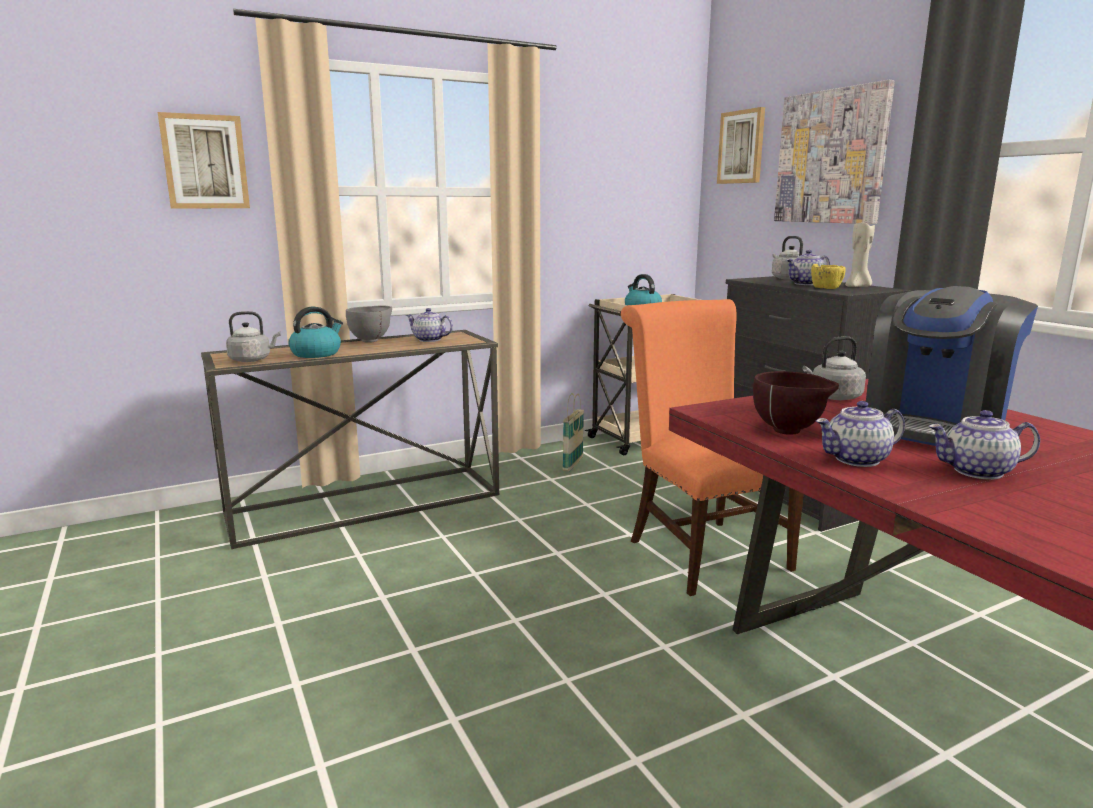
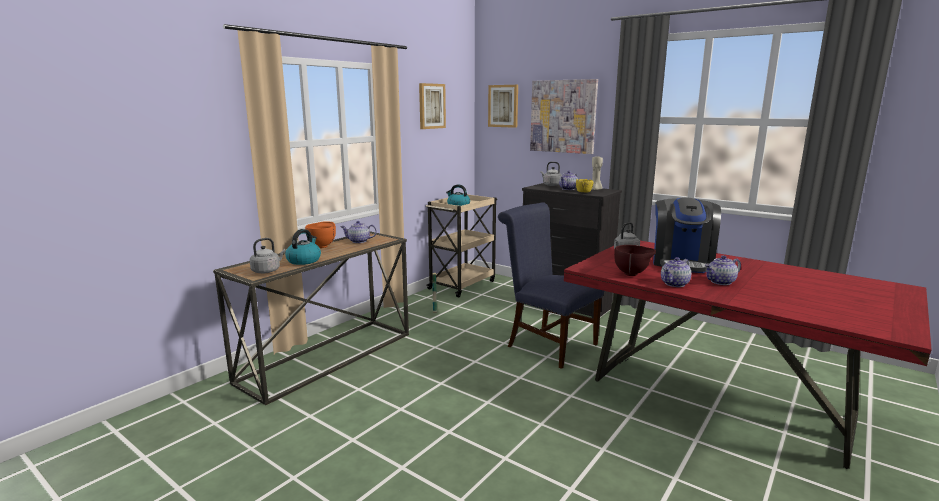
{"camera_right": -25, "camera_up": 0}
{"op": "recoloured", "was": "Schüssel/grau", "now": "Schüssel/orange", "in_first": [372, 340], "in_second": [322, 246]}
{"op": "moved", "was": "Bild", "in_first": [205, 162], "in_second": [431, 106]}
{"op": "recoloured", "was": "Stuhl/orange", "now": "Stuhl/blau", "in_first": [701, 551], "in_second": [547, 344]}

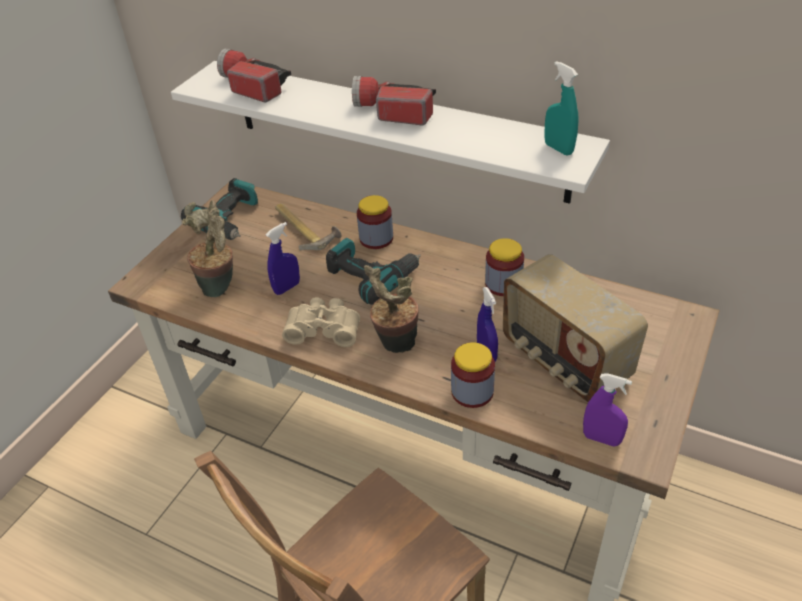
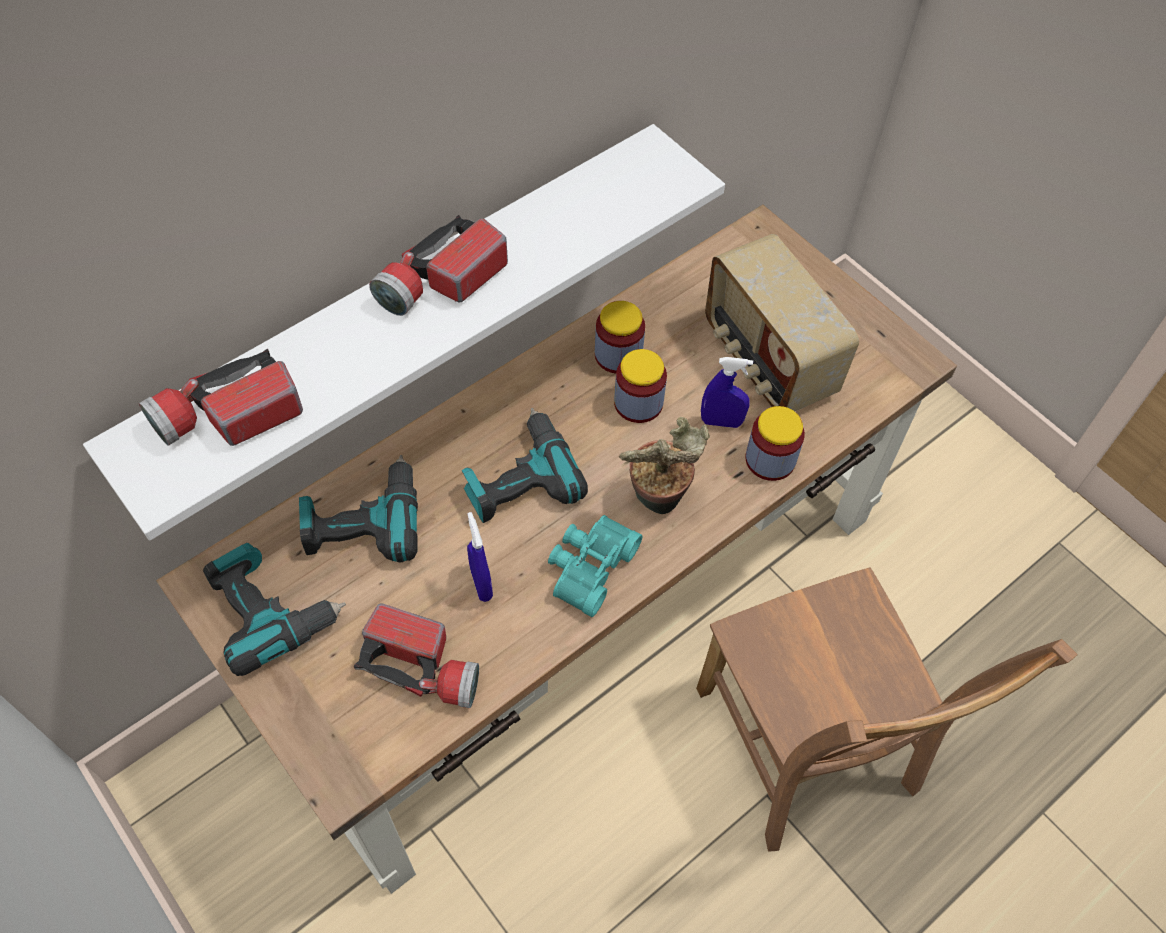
{"camera_right": -70, "camera_up": 15}
{"op": "replaced", "was": "Hammer", "now": "Bohrmaschine", "in_first": [304, 229], "in_second": [363, 520]}
{"op": "replaced", "was": "Topfpflanze", "now": "Taschenlampe", "in_first": [220, 286], "in_second": [423, 667]}
{"op": "recoloured", "was": "Fernglas/beige", "now": "Fernglas/türkis", "in_first": [324, 328], "in_second": [588, 567]}
{"op": "moved", "was": "Vorratsglas", "in_first": [376, 238], "in_second": [638, 403]}
{"op": "turned", "was": "Radio", "in_first": [563, 361], "in_second": [766, 360], "clockwise": 75}
{"op": "removed", "was": "Sprühflasche/türkis", "in_first": [558, 149]}
{"op": "removed", "was": "Sprühflasche/lila", "in_first": [601, 439]}

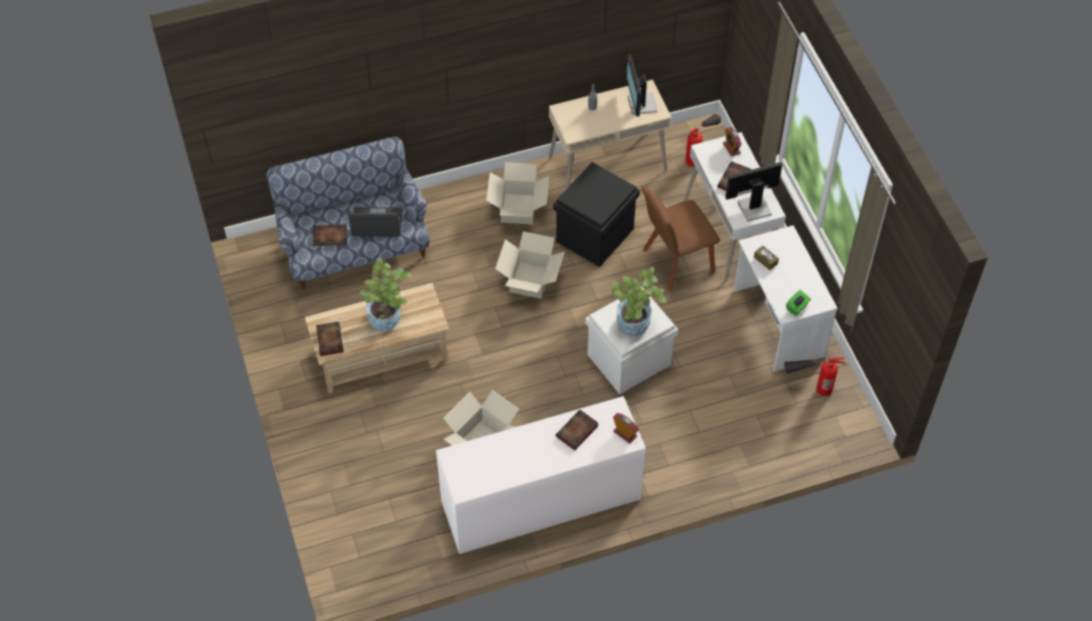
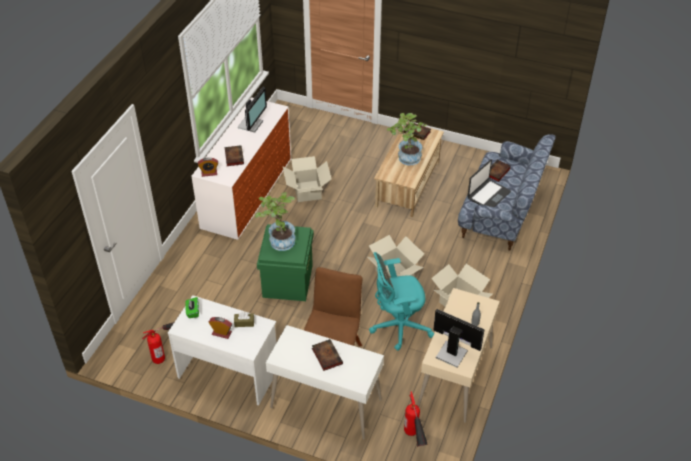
{"camera_right": 130, "camera_up": -10}
{"op": "moved", "was": "Wecker", "in_first": [731, 148], "in_second": [221, 333]}
{"op": "moved", "was": "Monitor", "in_first": [753, 207], "in_second": [251, 124]}
{"op": "recoloured", "was": "Aufbewahrungsbox/weiß", "now": "Aufbewahrungsbox/grün", "in_first": [628, 360], "in_second": [287, 280]}
{"op": "replaced", "was": "Aufbewahrungsbox/schwarz", "now": "Bürostuhl/türkis", "in_first": [595, 236], "in_second": [397, 327]}

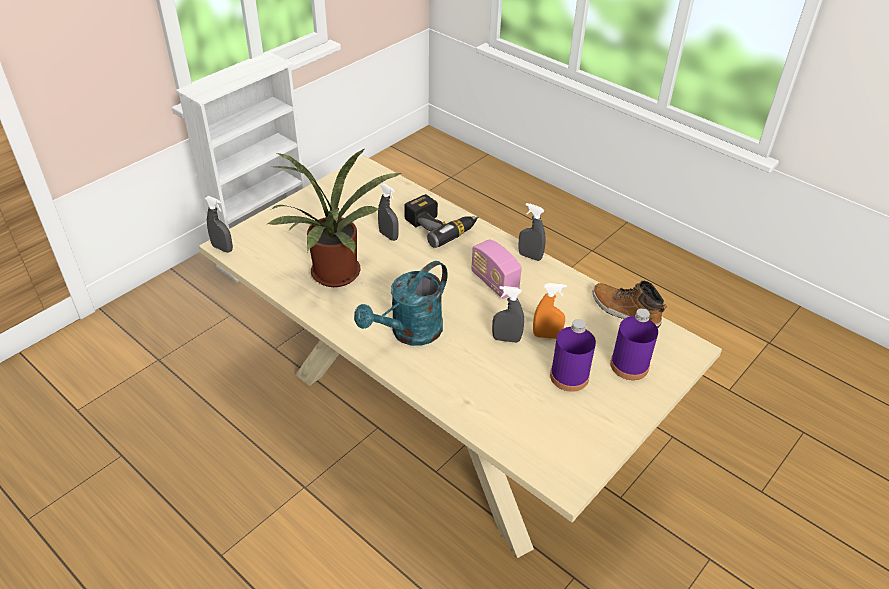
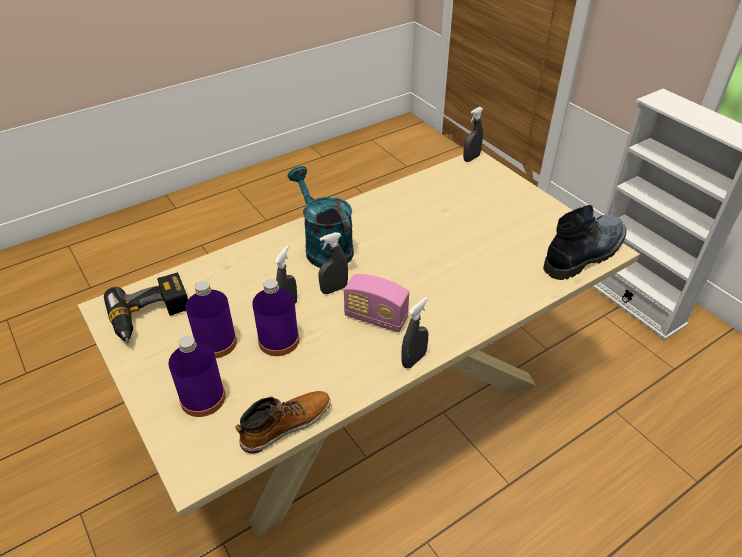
{"camera_right": 105, "camera_up": 0}
{"op": "moved", "was": "Bohrmaschine", "in_first": [440, 226], "in_second": [151, 317]}
{"op": "replaced", "was": "Sprühflasche/orange", "now": "Flasche/lila", "in_first": [546, 335], "in_second": [278, 340]}
{"op": "moved", "was": "Sprühflasche/grau", "in_first": [388, 236], "in_second": [334, 289]}
{"op": "turned", "was": "Radio", "in_first": [494, 282], "in_second": [376, 318], "clockwise": -135}
{"op": "added", "now": "Stiefel", "in_second": [584, 253]}
{"op": "removed", "was": "Topfpflanze", "in_first": [335, 277]}

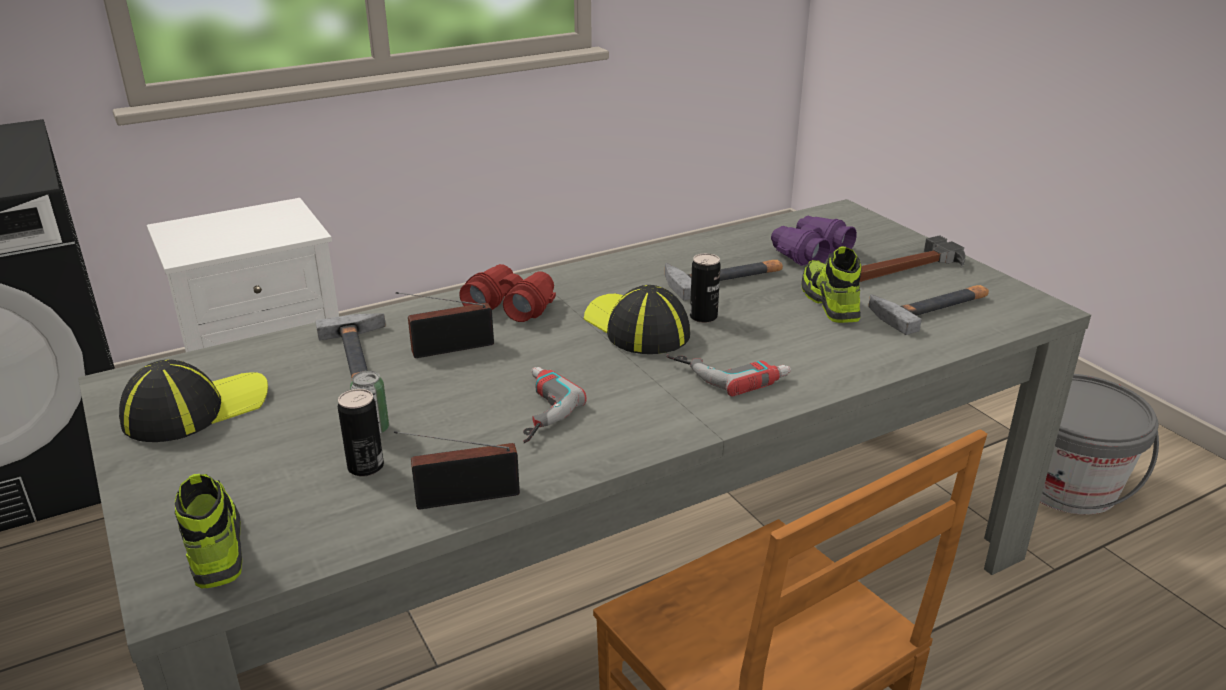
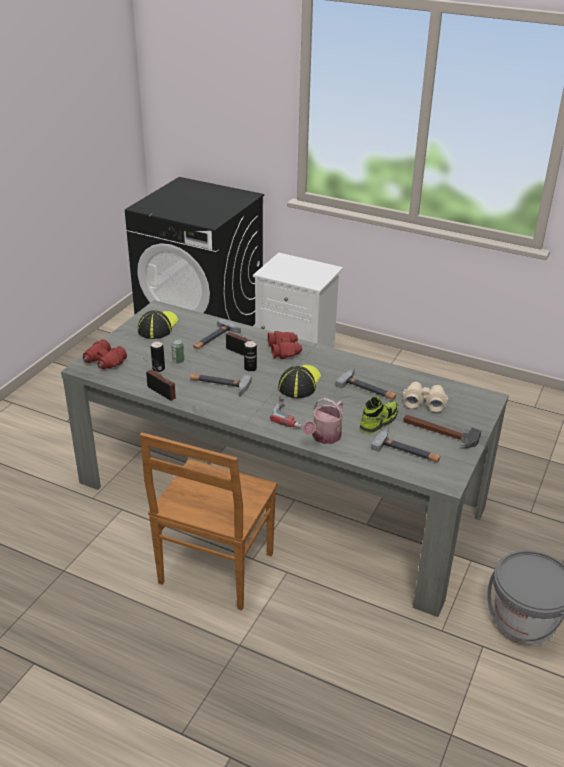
{"camera_right": 55, "camera_up": 5}
{"op": "replaced", "was": "Schuh", "now": "Fernglas/rot", "in_first": [211, 543], "in_second": [104, 362]}
{"op": "turned", "was": "Kappe", "in_first": [195, 409], "in_second": [158, 327], "clockwise": -90}
{"op": "replaced", "was": "Bohrmaschine", "now": "Hammer", "in_first": [532, 410], "in_second": [219, 384]}
{"op": "moved", "was": "Dose", "in_first": [703, 317], "in_second": [250, 368]}
{"op": "added", "now": "Gießkanne", "in_second": [324, 437]}
{"op": "recoloured", "was": "Fernglas/lila", "now": "Fernglas/beige", "in_first": [809, 253], "in_second": [424, 402]}

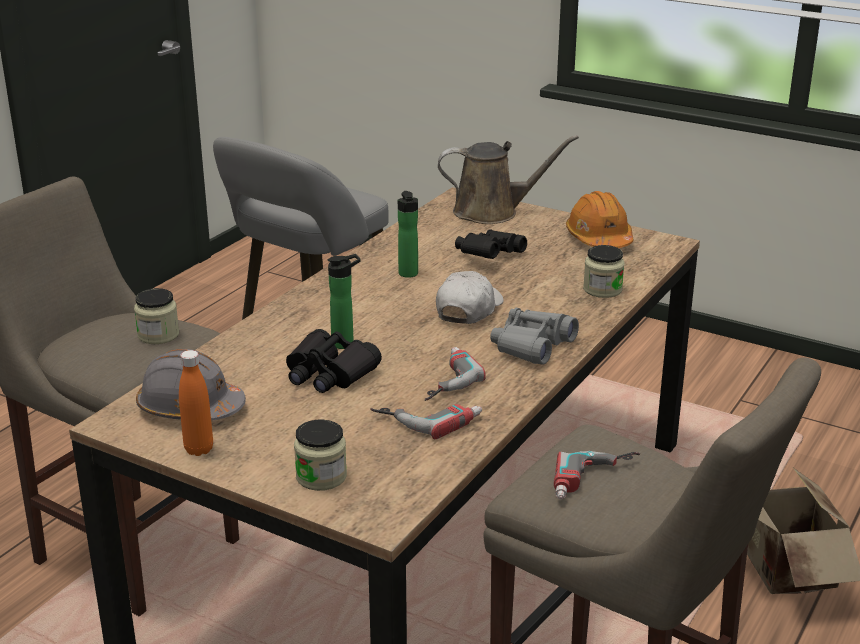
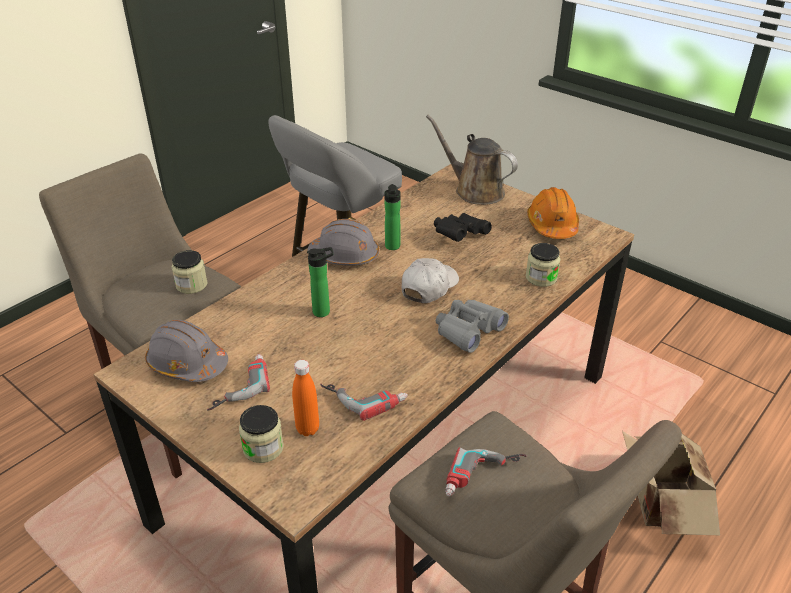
{"camera_right": 10, "camera_up": 10}
{"op": "moved", "was": "Bohrmaschine", "in_first": [442, 379], "in_second": [237, 385]}
{"op": "moved", "was": "Flasche/orange", "in_first": [199, 449], "in_second": [307, 429]}
{"op": "added", "now": "Schutzhelm/grau", "in_second": [344, 256]}
{"op": "turned", "was": "Gießkanne/braun", "in_first": [492, 212], "in_second": [475, 190], "clockwise": -150}
{"op": "removed", "was": "Fernglas/schwarz", "in_first": [329, 373]}

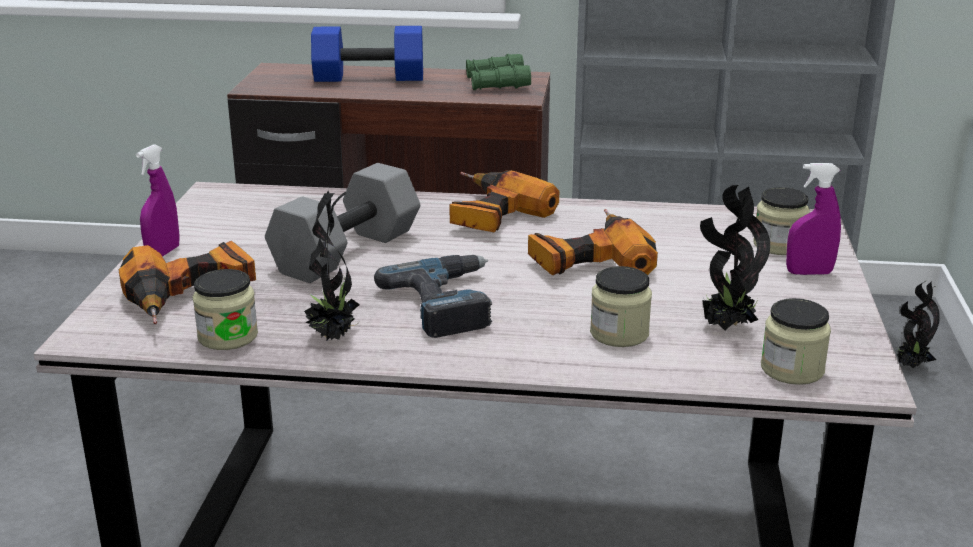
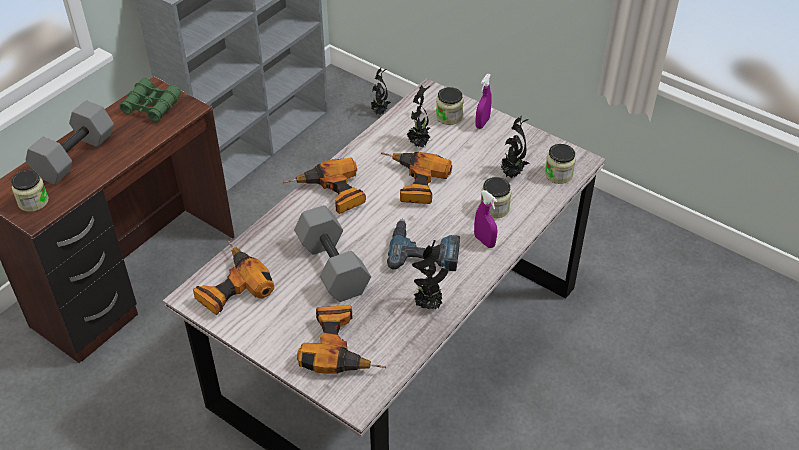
{"camera_right": -60, "camera_up": 20}
{"op": "moved", "was": "Vorratsglas", "in_first": [228, 336], "in_second": [33, 202]}
{"op": "recoloured", "was": "Hantel/blau", "now": "Hantel/grau", "in_first": [370, 77], "in_second": [74, 155]}
{"op": "added", "now": "Bohrmaschine", "in_second": [230, 287]}
{"op": "added", "now": "Topfpflanze", "in_second": [419, 144]}
{"op": "moved", "was": "Sprühflasche/lila", "in_first": [163, 253], "in_second": [484, 241]}

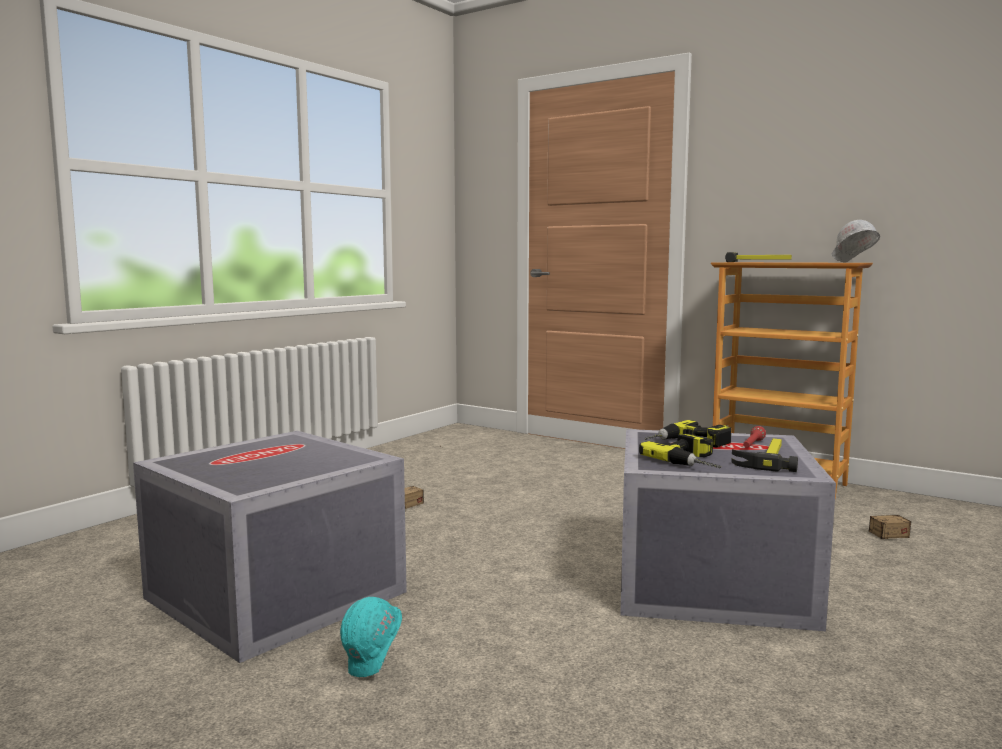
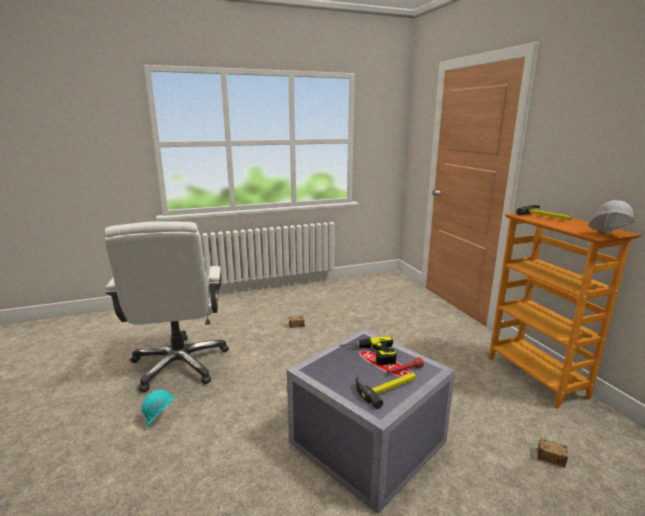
{"camera_right": 35, "camera_up": 10}
{"op": "replaced", "was": "Aufbewahrungsbox/grau", "now": "Bürostuhl/weiß", "in_first": [275, 597], "in_second": [180, 364]}
{"op": "removed", "was": "Bohrmaschine", "in_first": [694, 461]}

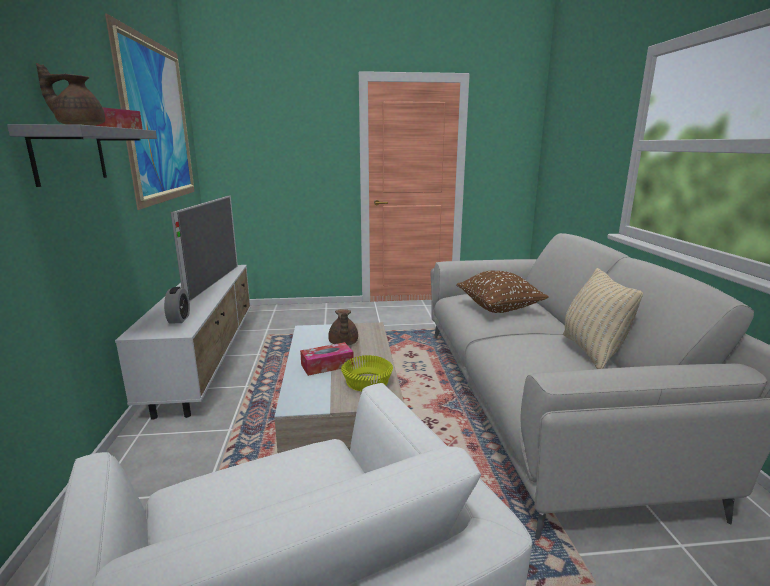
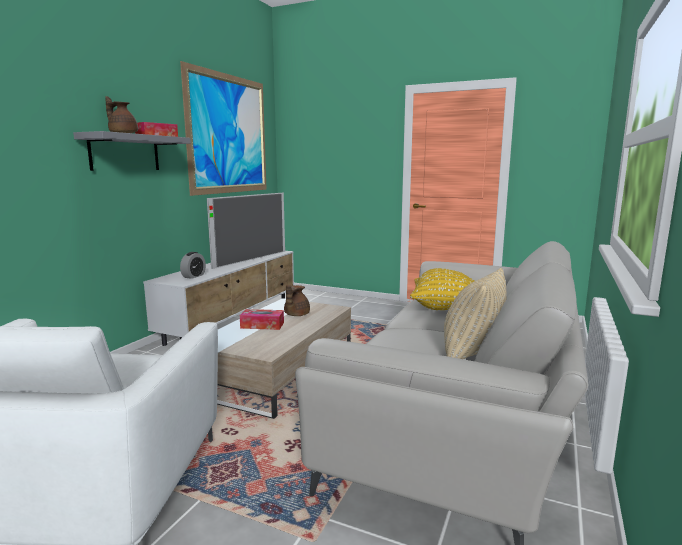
{"camera_right": 30, "camera_up": -5}
{"op": "recoloured", "was": "Kissen/braun", "now": "Kissen/gelb", "in_first": [499, 308], "in_second": [444, 307]}
{"op": "removed", "was": "Schüssel/gelb", "in_first": [367, 383]}

